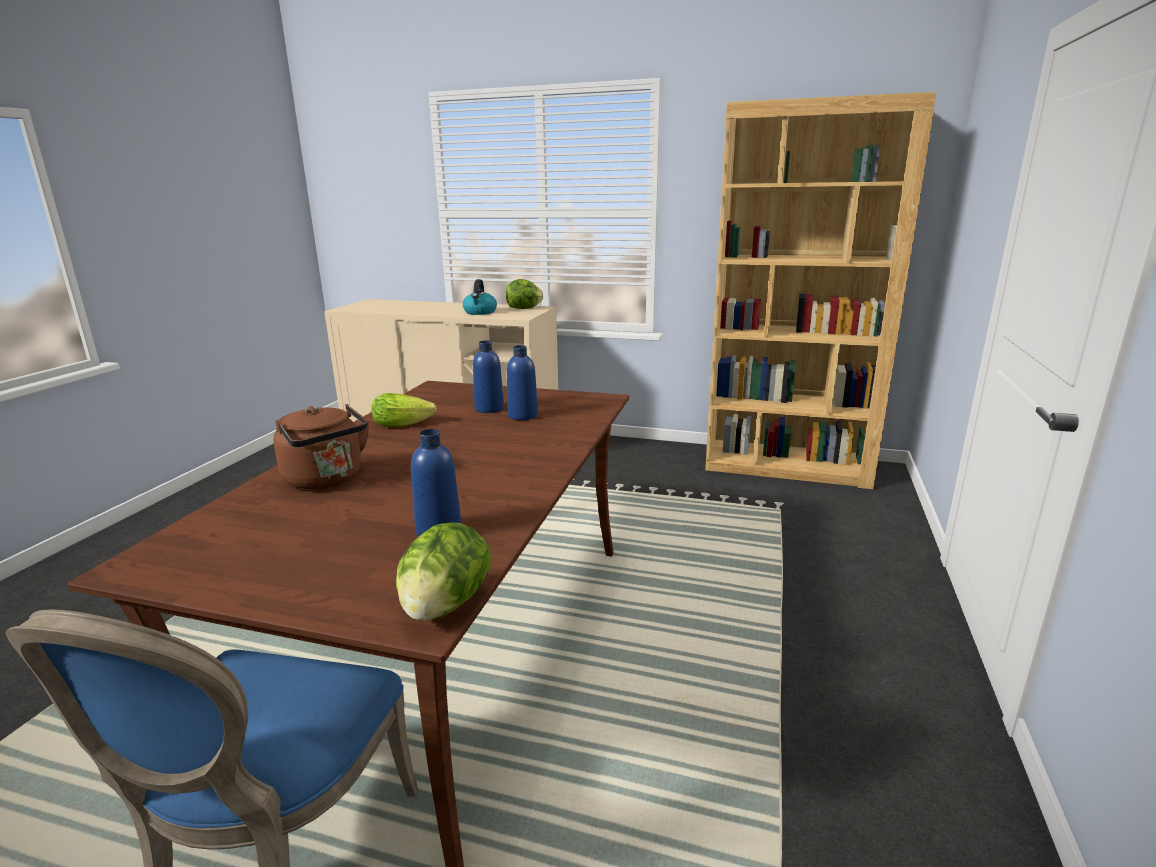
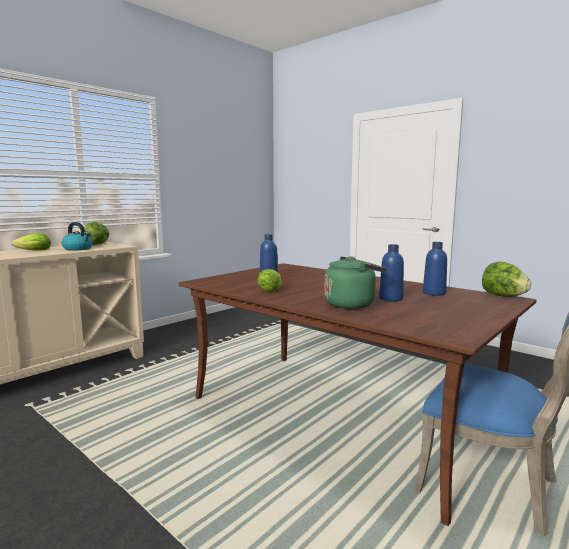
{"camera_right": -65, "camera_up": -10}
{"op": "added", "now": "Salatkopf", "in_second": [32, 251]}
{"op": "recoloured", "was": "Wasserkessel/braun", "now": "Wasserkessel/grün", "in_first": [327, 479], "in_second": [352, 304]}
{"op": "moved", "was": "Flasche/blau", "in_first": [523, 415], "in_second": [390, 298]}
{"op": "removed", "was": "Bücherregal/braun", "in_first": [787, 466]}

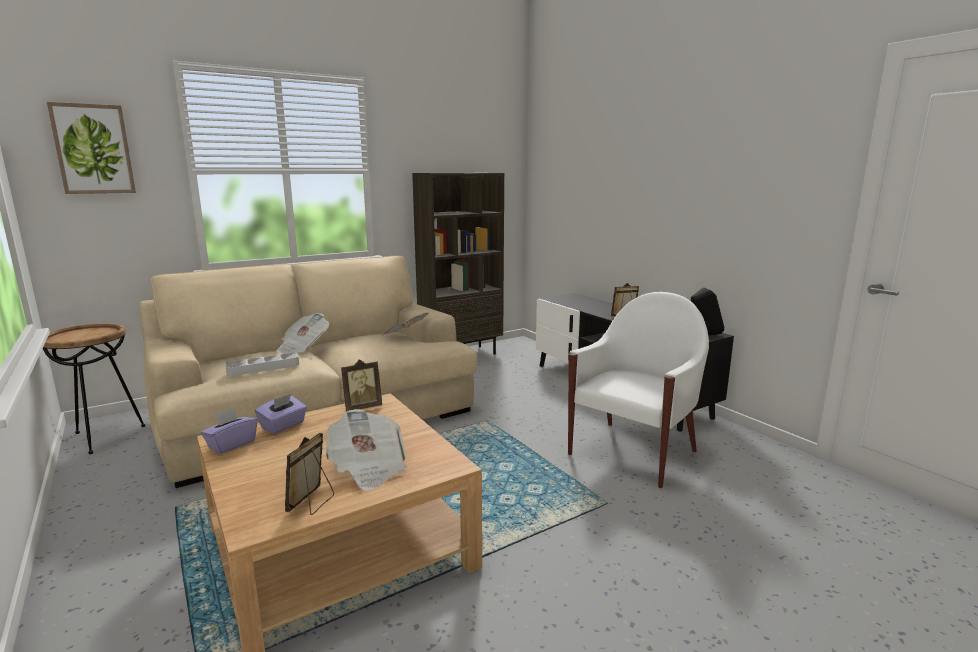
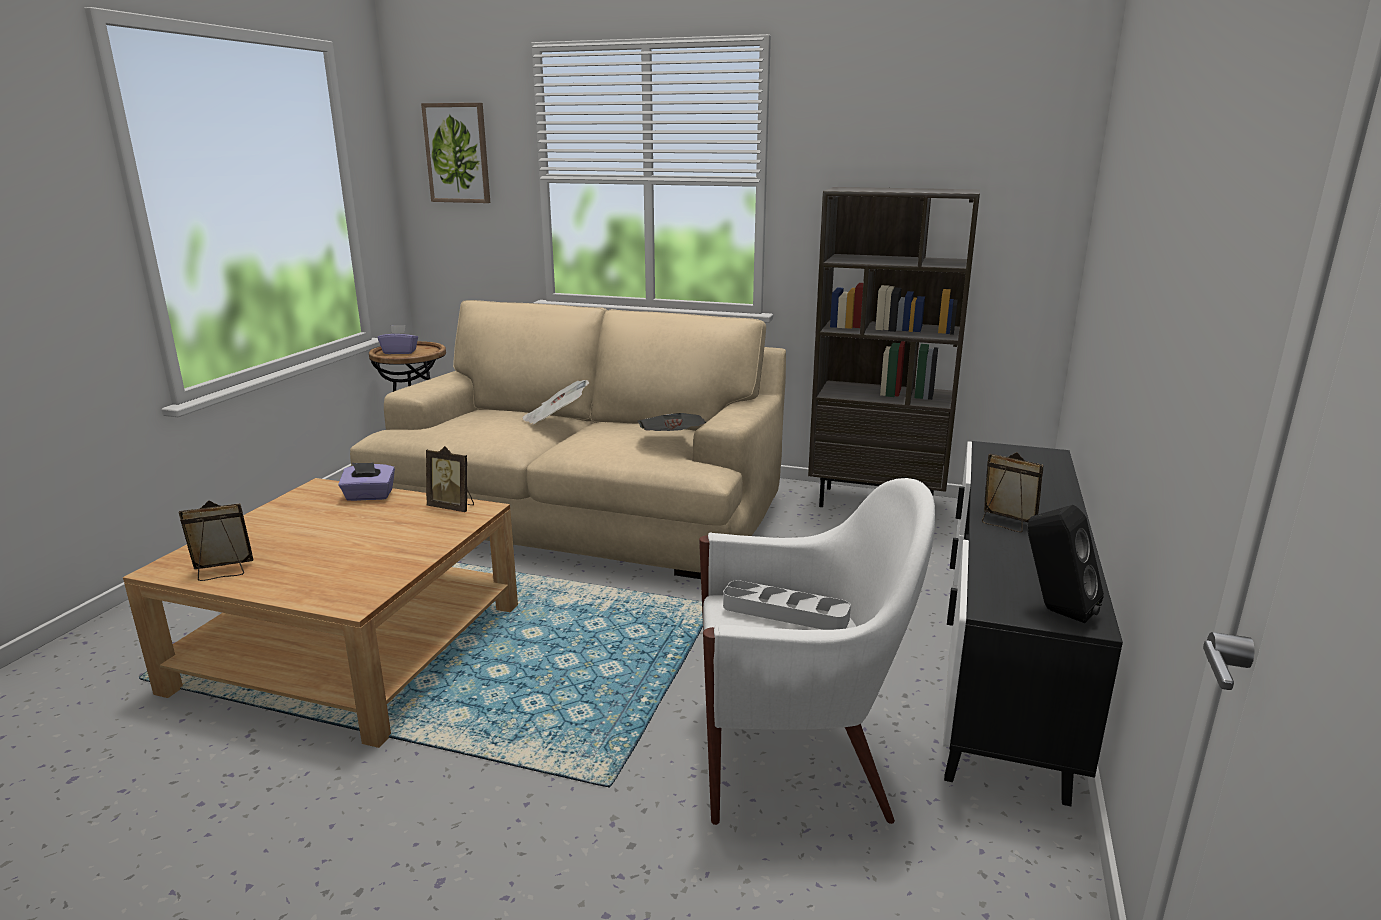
{"camera_right": 50, "camera_up": 5}
{"op": "moved", "was": "Taschentuchbox/lila", "in_first": [231, 444], "in_second": [400, 352]}
{"op": "moved", "was": "Tablett/grau", "in_first": [263, 368], "in_second": [785, 612]}
{"op": "removed", "was": "Zeitung", "in_first": [368, 468]}

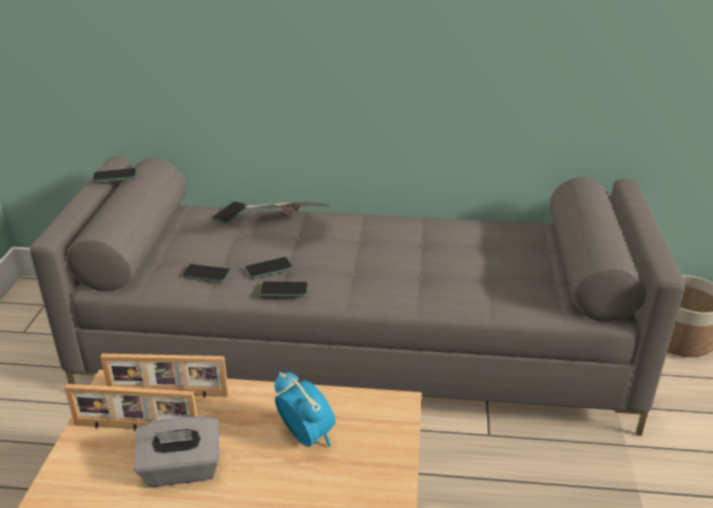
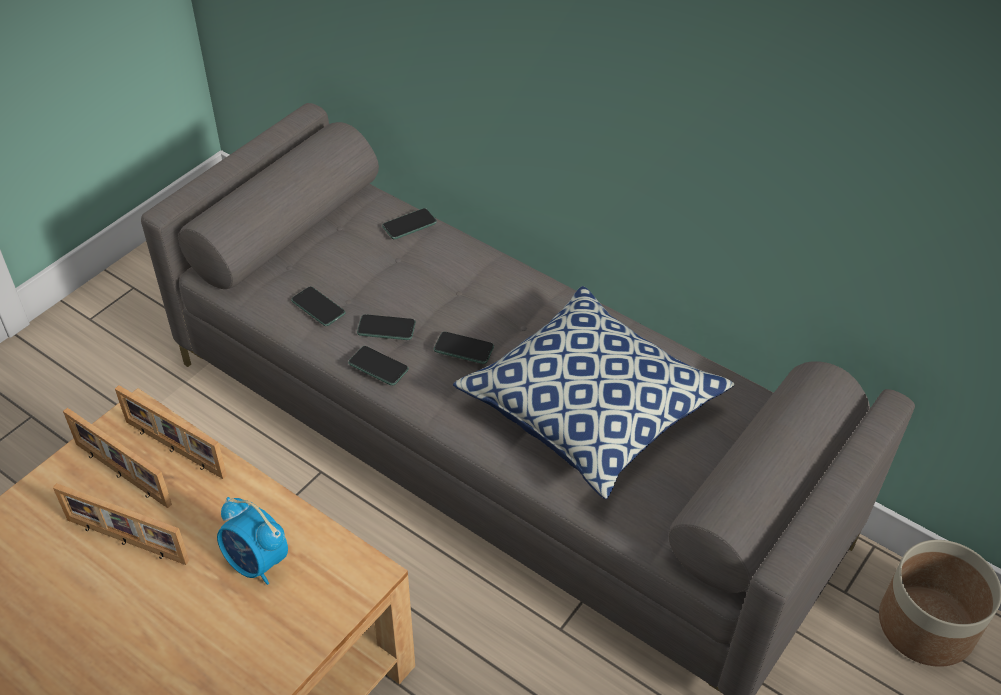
{"camera_right": 30, "camera_up": 15}
{"op": "replaced", "was": "Taschentuchbox/grau", "now": "Bilderrahmen", "in_first": [181, 470], "in_second": [126, 542]}
{"op": "turned", "was": "Wecker", "in_first": [306, 436], "in_second": [256, 563], "clockwise": 135}
{"op": "moved", "was": "Handy", "in_first": [115, 176], "in_second": [463, 348]}
{"op": "added", "now": "Kissen", "in_second": [591, 408]}
{"op": "removed", "was": "Zeitung", "in_first": [289, 226]}

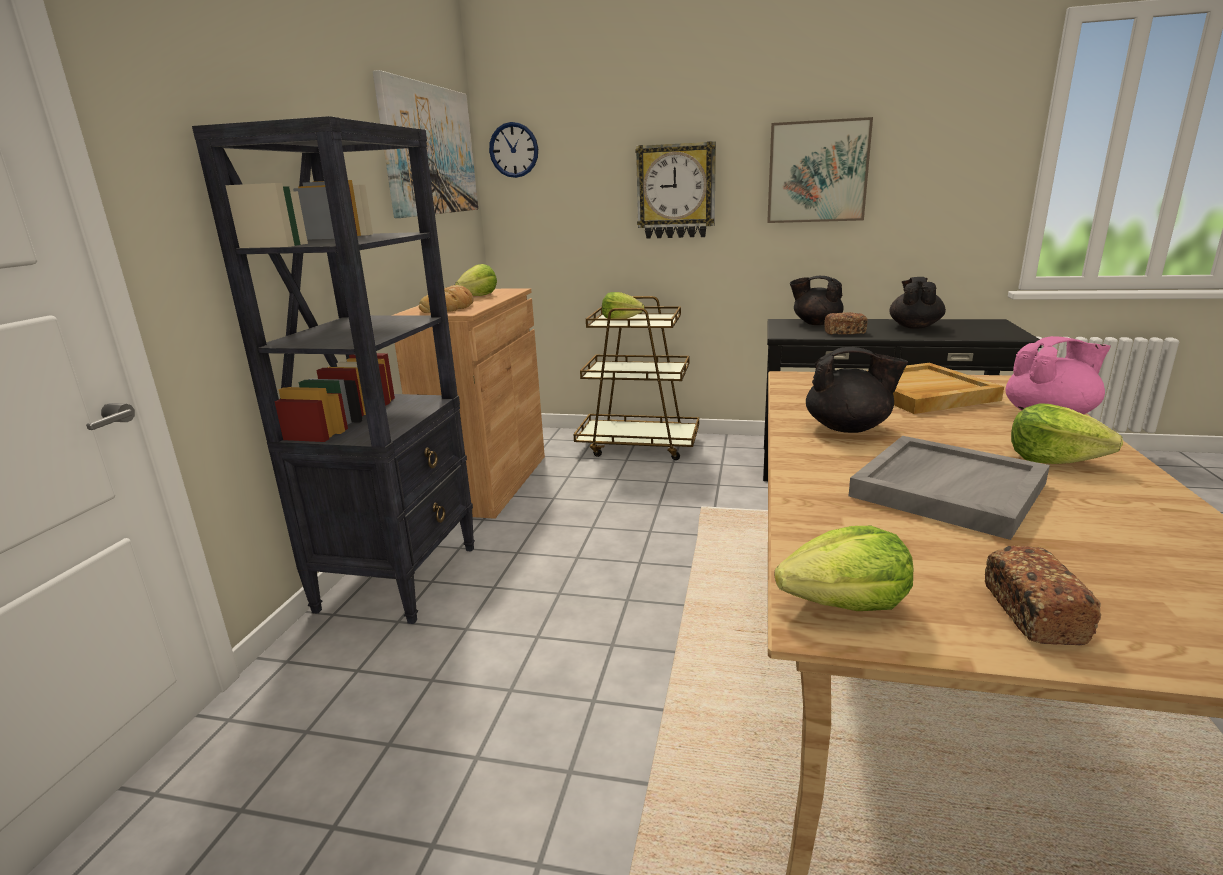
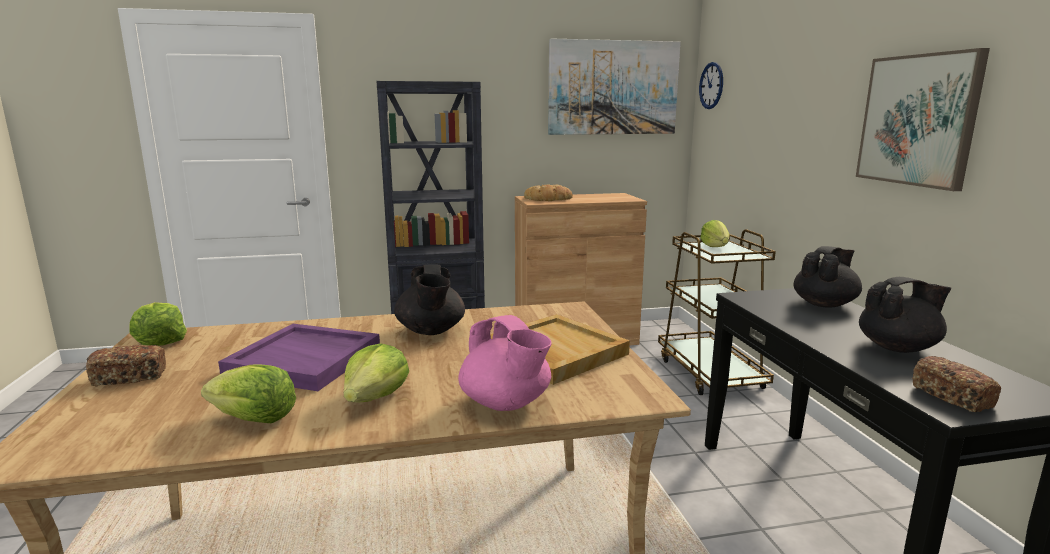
{"camera_right": 65, "camera_up": -5}
{"op": "moved", "was": "Salatkopf", "in_first": [478, 296], "in_second": [254, 419]}
{"op": "recoloured", "was": "Tablett/grau", "now": "Tablett/lila", "in_first": [946, 489], "in_second": [306, 360]}
{"op": "turned", "was": "Teekanne/schwarz", "in_first": [815, 323], "in_second": [824, 304], "clockwise": 45}
{"op": "moved", "was": "Brot", "in_first": [844, 332], "in_second": [952, 397]}
{"op": "removed", "was": "Wanduhr", "in_first": [676, 191]}

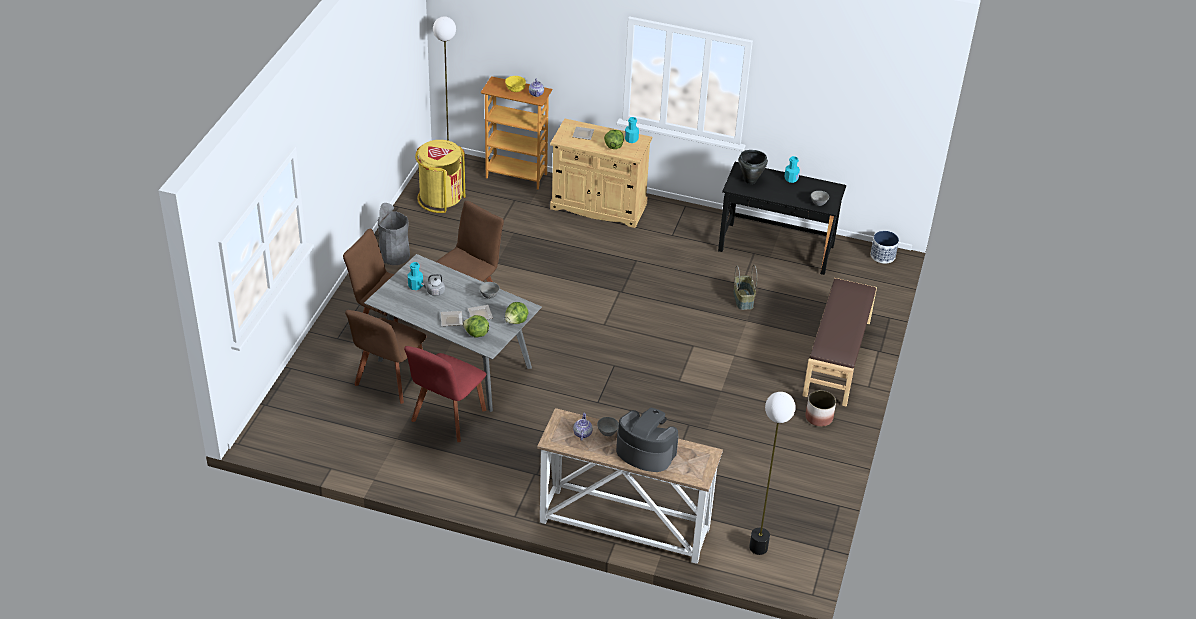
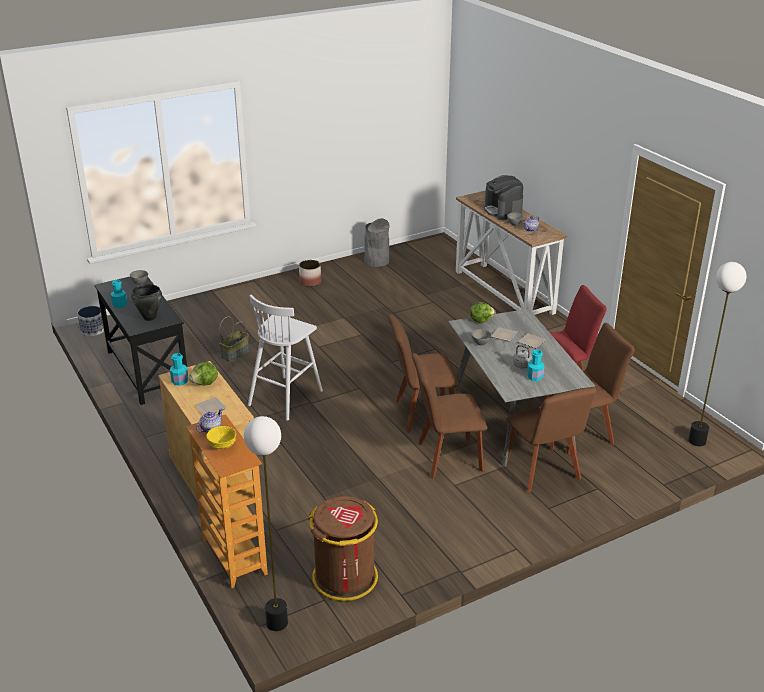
{"camera_right": -135, "camera_up": -10}
{"op": "added", "now": "Hocker/weiß", "in_second": [286, 397]}
{"op": "recoloured", "was": "Mülleimer/gelb", "now": "Mülleimer/braun", "in_first": [440, 198], "in_second": [345, 577]}
{"op": "moved", "was": "Mülleimer/grau", "in_first": [395, 255], "in_second": [376, 261]}
{"op": "added", "now": "Stuhl/braun", "in_second": [421, 414]}
{"op": "moved", "was": "Stehlampe", "in_first": [758, 548], "in_second": [697, 441]}
{"op": "removed", "was": "Salatkopf", "in_first": [476, 334]}
{"op": "removed", "was": "Bank/braun", "in_first": [837, 358]}

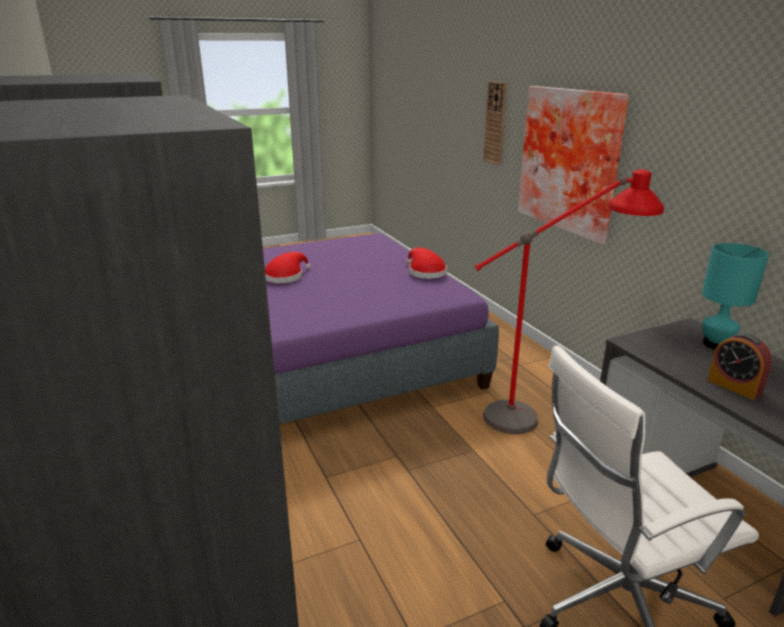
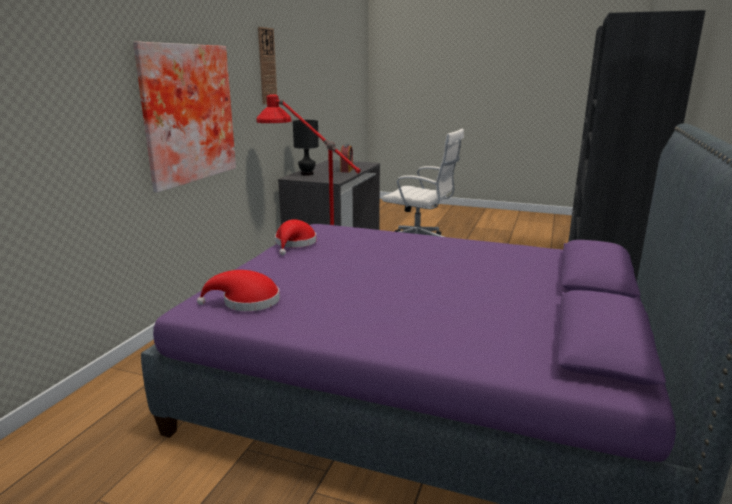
{"camera_right": -135, "camera_up": -5}
{"op": "moved", "was": "Hut/rot", "in_first": [286, 276], "in_second": [246, 302]}
{"op": "moved", "was": "Wanduhr", "in_first": [495, 123], "in_second": [267, 66]}
{"op": "recoloured", "was": "Tischlampe/türkis", "now": "Tischlampe/schwarz", "in_first": [715, 344], "in_second": [307, 174]}

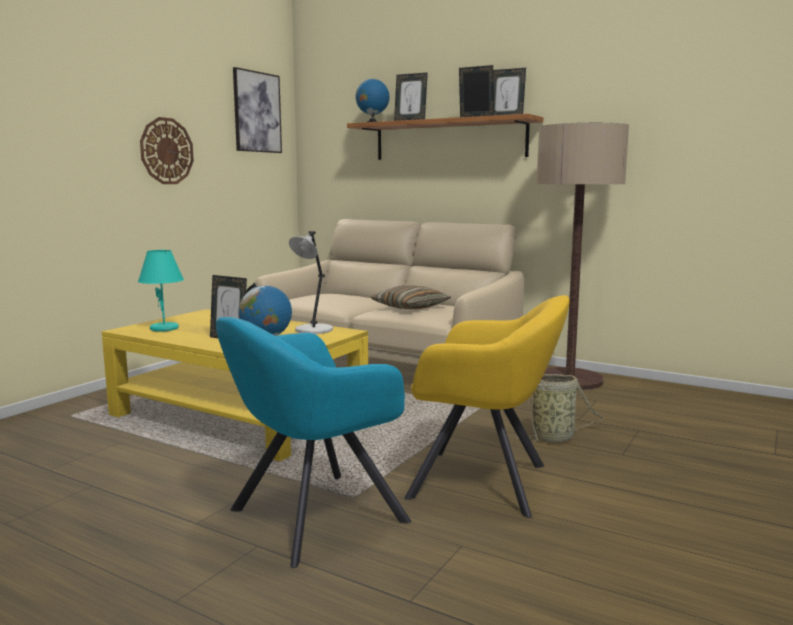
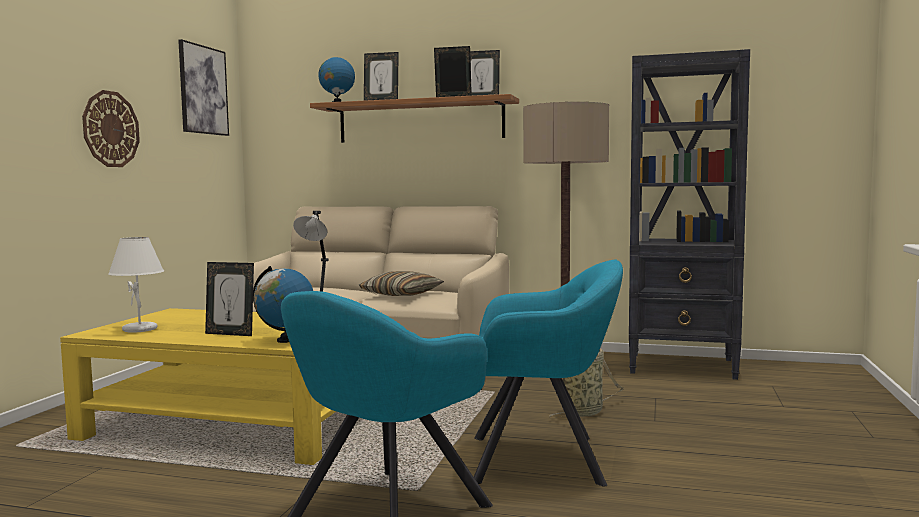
{"camera_right": -15, "camera_up": -5}
{"op": "recoloured", "was": "Tischlampe/türkis", "now": "Tischlampe/weiß", "in_first": [165, 329], "in_second": [140, 329]}
{"op": "recoloured", "was": "Sessel/gelb", "now": "Sessel/türkis", "in_first": [485, 482], "in_second": [542, 459]}
{"op": "added", "now": "Bücherregal/schwarz", "in_second": [683, 366]}

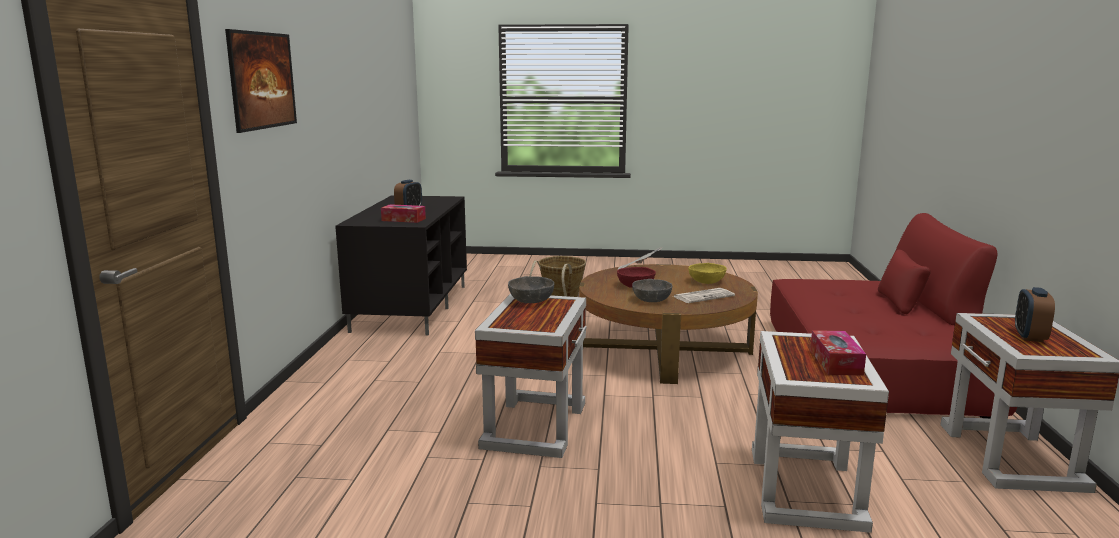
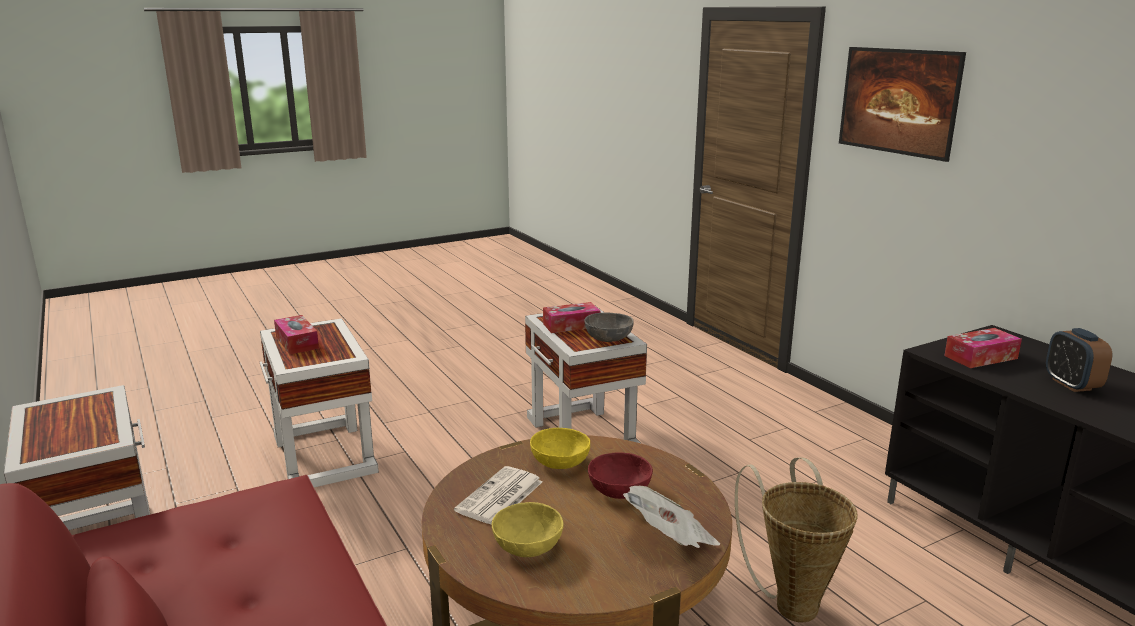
{"camera_right": 145, "camera_up": 5}
{"op": "recoloured", "was": "Schüssel/grau", "now": "Schüssel/gelb", "in_first": [651, 300], "in_second": [560, 463]}
{"op": "added", "now": "Taschentuchbox", "in_second": [571, 325]}
{"op": "removed", "was": "Wecker", "in_first": [1030, 336]}

